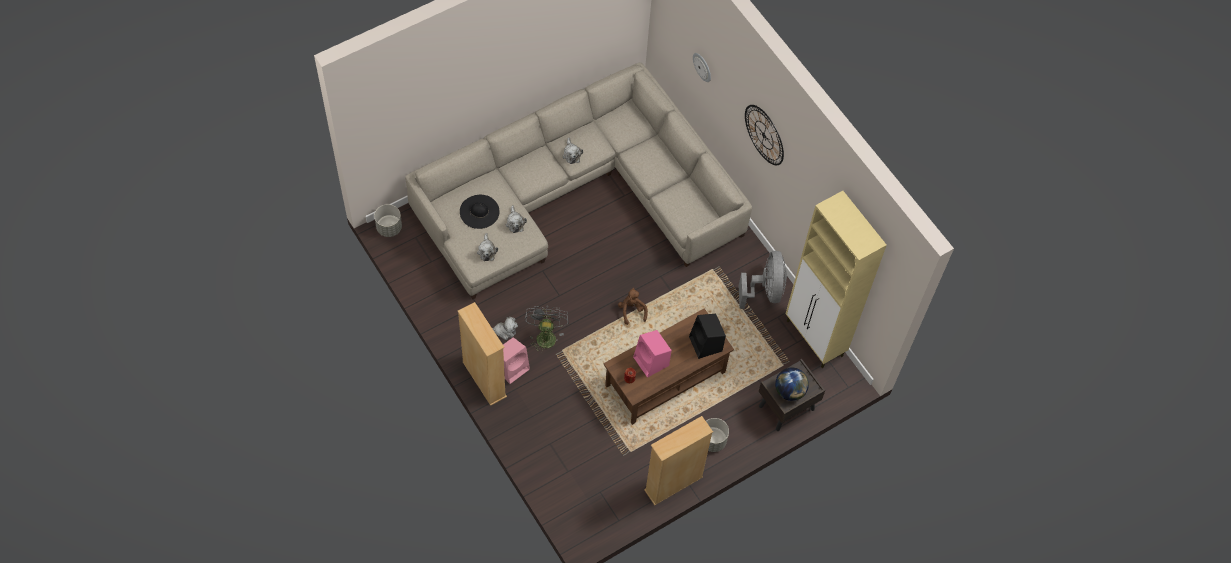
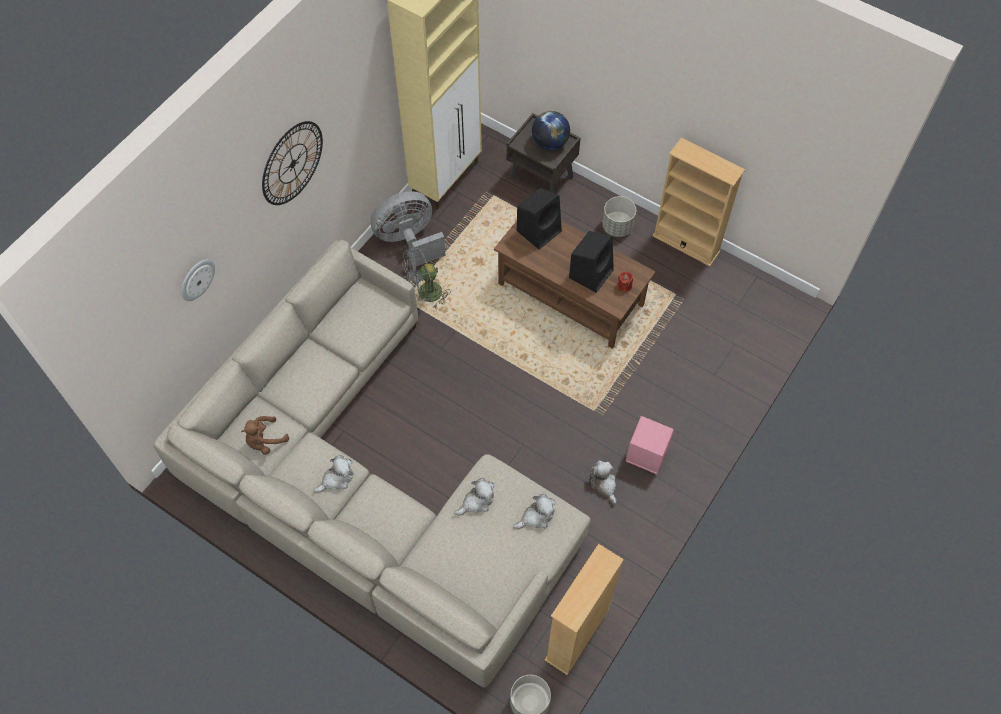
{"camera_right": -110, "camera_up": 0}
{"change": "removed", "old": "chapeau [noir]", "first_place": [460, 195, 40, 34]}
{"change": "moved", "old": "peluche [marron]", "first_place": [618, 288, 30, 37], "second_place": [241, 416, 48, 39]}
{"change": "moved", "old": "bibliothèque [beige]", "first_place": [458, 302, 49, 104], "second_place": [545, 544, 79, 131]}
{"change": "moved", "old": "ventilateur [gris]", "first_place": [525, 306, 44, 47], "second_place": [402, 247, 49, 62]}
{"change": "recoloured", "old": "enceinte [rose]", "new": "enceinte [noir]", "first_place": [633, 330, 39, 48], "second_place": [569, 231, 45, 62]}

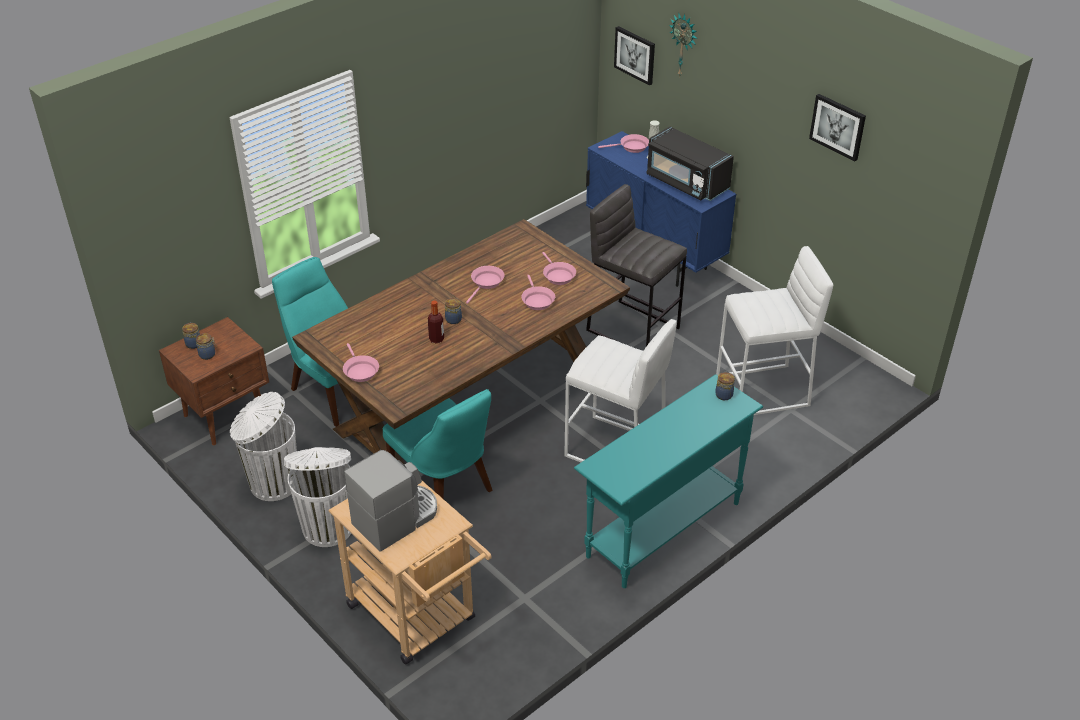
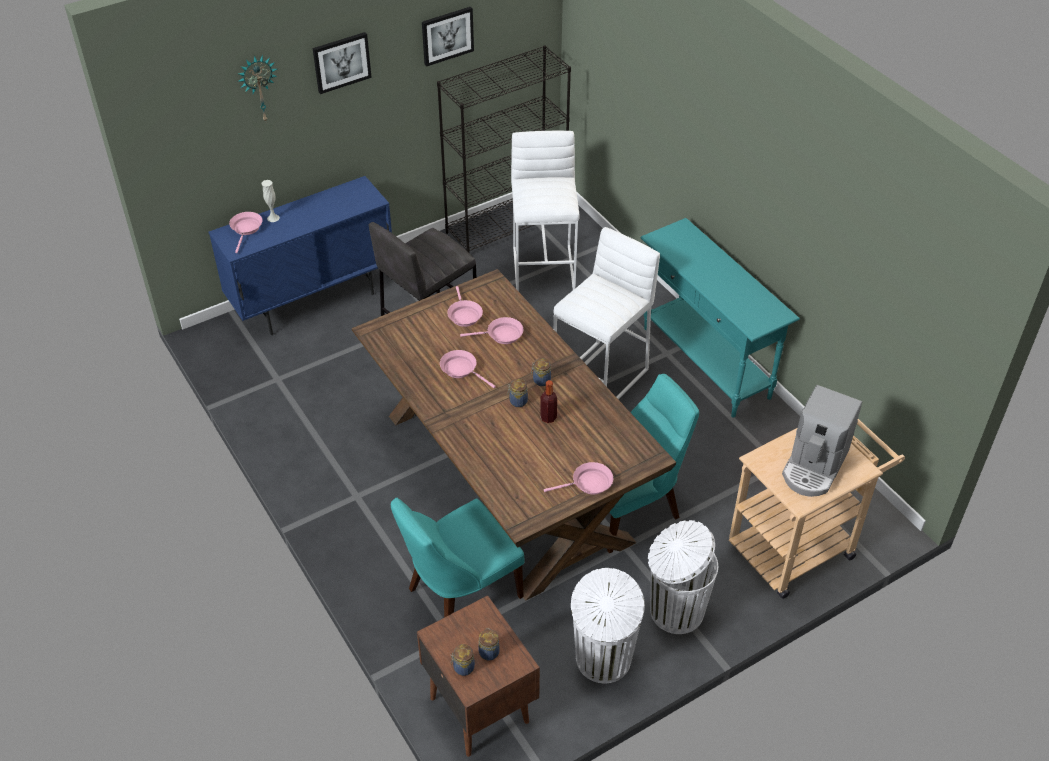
{"camera_right": -80, "camera_up": 5}
{"change": "moved", "old": "tableau", "first_place": [614, 26, 41, 59], "second_place": [313, 32, 59, 62]}
{"change": "removed", "old": "micro-ondes [noir]", "first_place": [646, 126, 88, 75]}
{"change": "turned", "old": "poêle [rose]", "first_place": [542, 252, 34, 33], "second_place": [447, 286, 36, 41], "degrees": 90}
{"change": "moved", "old": "bocal", "first_place": [715, 372, 20, 28], "second_place": [531, 358, 20, 28]}
{"change": "turned", "old": "machine à café", "first_place": [344, 450, 93, 102], "second_place": [782, 385, 80, 112], "degrees": -120}
{"change": "added", "new": "bibliothèque [noir]", "second_place": [437, 45, 134, 208]}

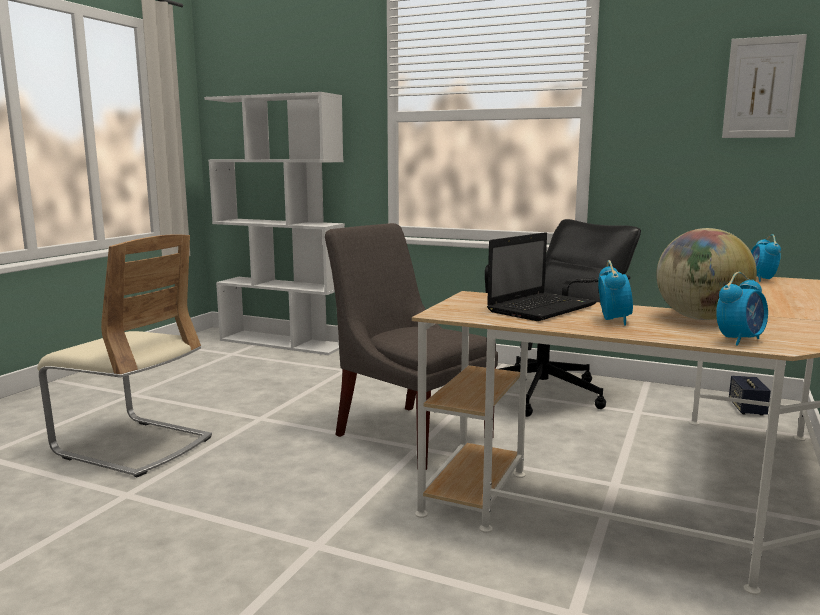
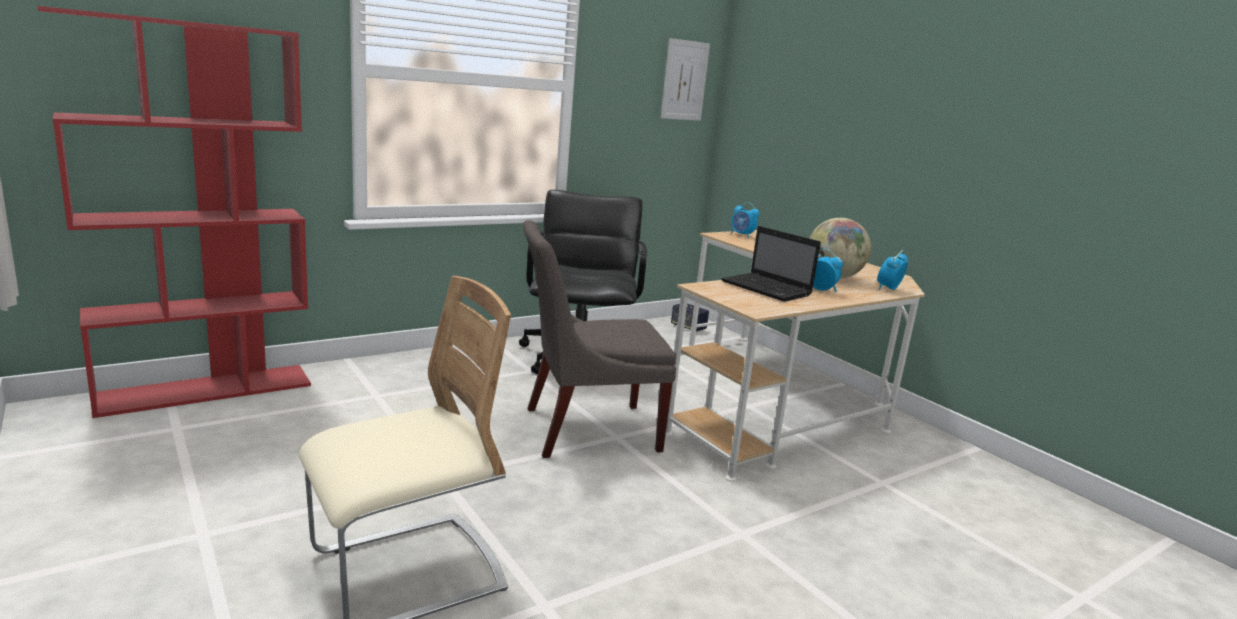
{"camera_right": -60, "camera_up": 5}
{"change": "recoloured", "old": "bibliothèque [blanc]", "new": "bibliothèque [rouge]", "first_place": [204, 92, 141, 263], "second_place": [37, 6, 274, 412]}
{"change": "turned", "old": "ordinateur portable", "first_place": [487, 232, 110, 89], "second_place": [721, 226, 100, 76], "degrees": 150}
{"change": "turned", "old": "réveil", "first_place": [716, 272, 52, 74], "second_place": [877, 250, 31, 40], "degrees": -135}

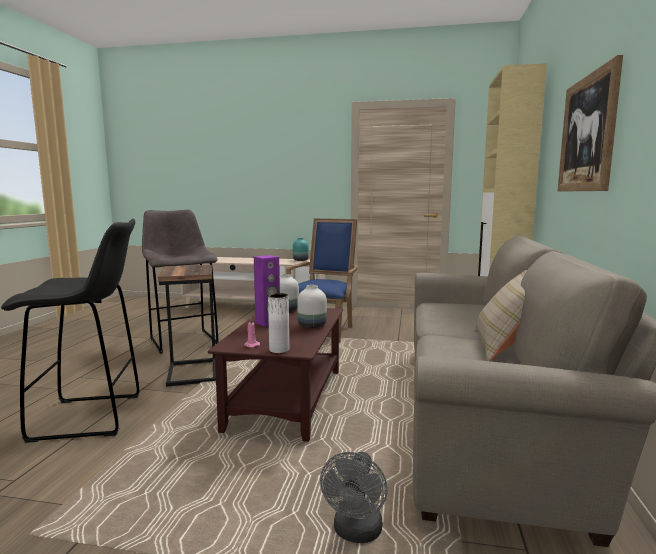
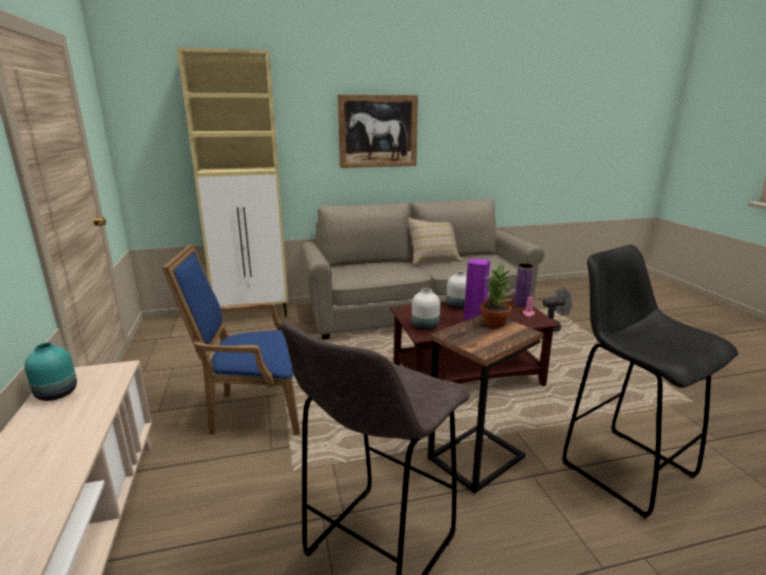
{"camera_right": -115, "camera_up": 10}
{"change": "recoloured", "old": "vase [blanc]", "new": "vase [violet]", "first_place": [268, 293, 21, 60], "second_place": [514, 263, 20, 44]}
{"change": "added", "new": "plante en pot", "second_place": [480, 264, 32, 64]}

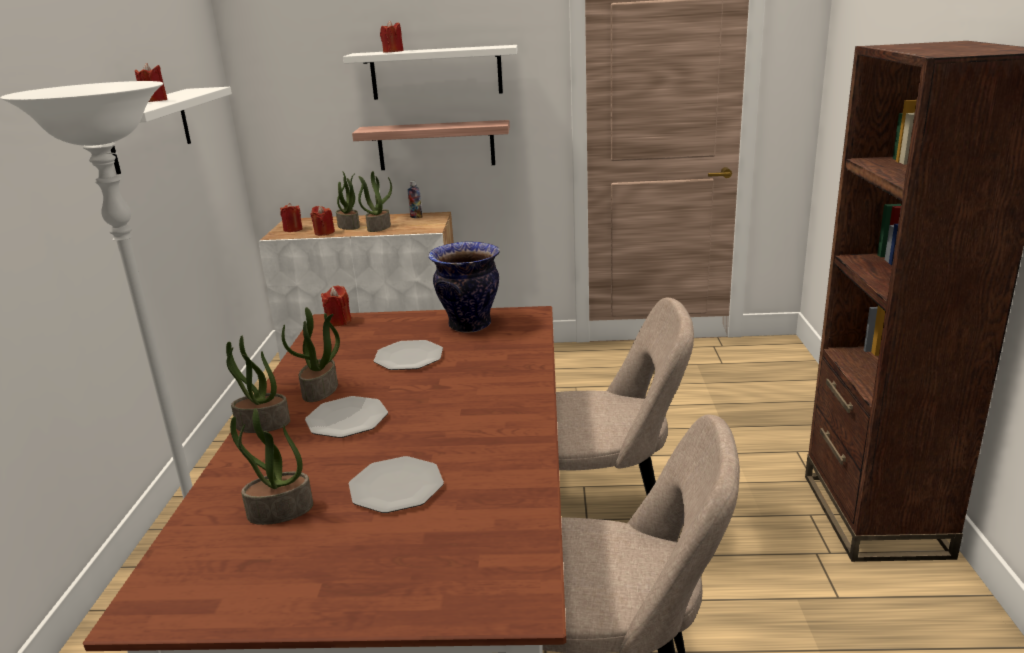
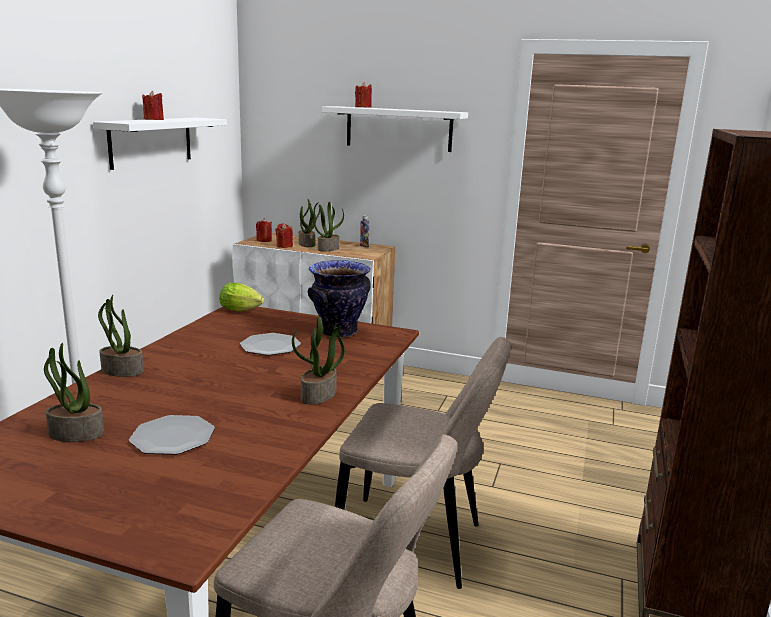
{"camera_right": 15, "camera_up": -5}
{"change": "removed", "old": "étagère", "first_place": [352, 120, 158, 50]}
{"change": "replaced", "old": "bougie [rouge]", "new": "laitue", "first_place": [321, 286, 31, 41], "second_place": [219, 283, 45, 29]}
{"change": "moved", "old": "plante en pot", "first_place": [282, 307, 58, 95], "second_place": [292, 316, 53, 88]}
{"change": "removed", "old": "assiette", "first_place": [305, 396, 83, 42]}

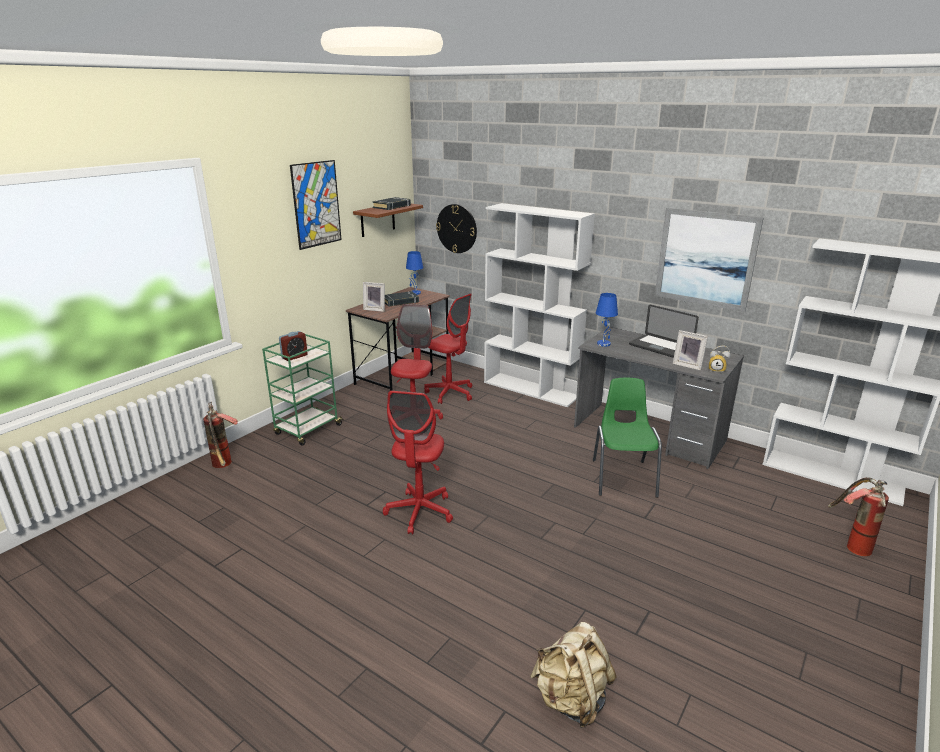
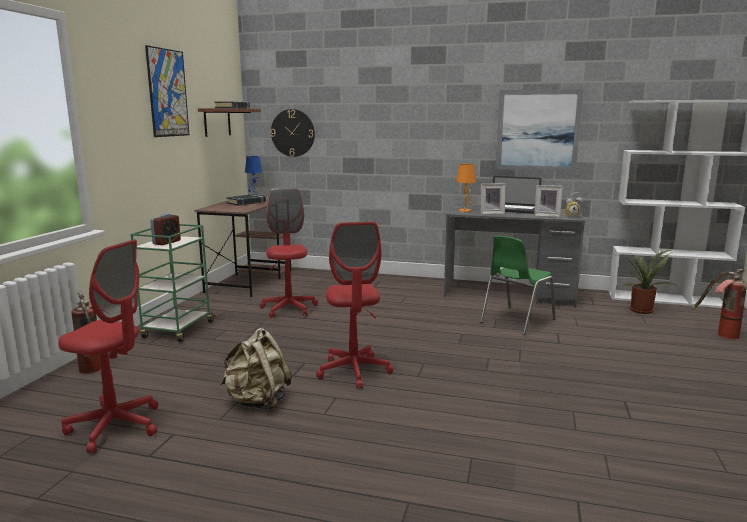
{"camera_right": -20, "camera_up": -10}
{"change": "removed", "old": "bibliothèque [blanc]", "first_place": [484, 203, 111, 204]}
{"change": "moved", "old": "cadre photo", "first_place": [363, 282, 22, 30], "second_place": [481, 183, 24, 31]}
{"change": "moved", "old": "chaise de bureau [rouge]", "first_place": [424, 293, 48, 111], "second_place": [58, 240, 100, 213]}
{"change": "recoloured", "old": "lampe de table [bleu]", "new": "lampe de table [orange]", "first_place": [596, 293, 22, 54], "second_place": [456, 164, 20, 49]}
{"change": "turned", "old": "chaise [vert]", "first_place": [593, 378, 69, 120], "second_place": [480, 236, 75, 99], "degrees": -120}
{"change": "moved", "old": "sac à dos [beige]", "first_place": [530, 622, 86, 106], "second_place": [220, 328, 72, 84]}
{"change": "added", "new": "plante en pot", "second_place": [617, 250, 60, 64]}

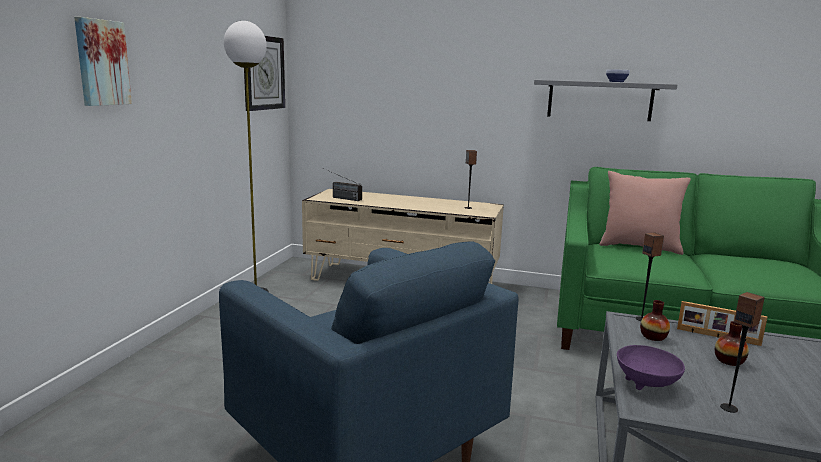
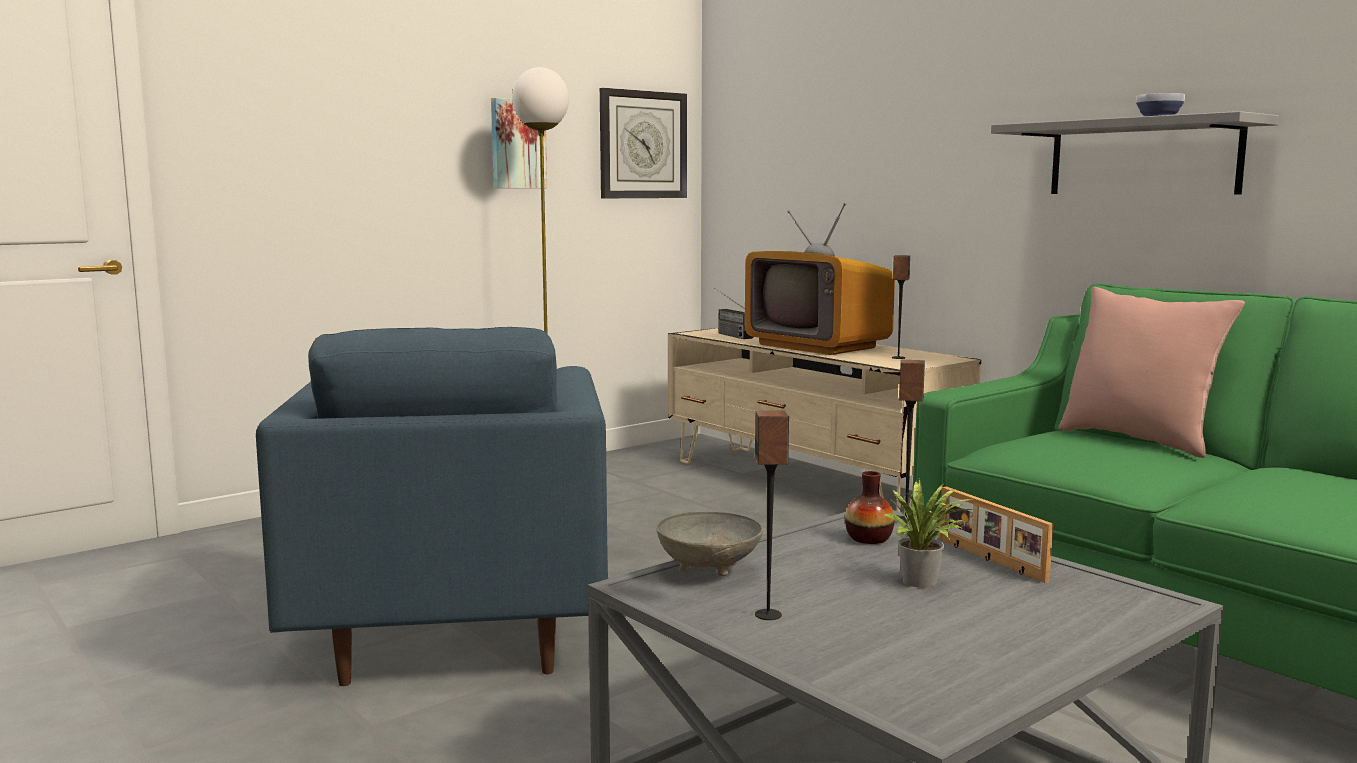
{"camera_right": 35, "camera_up": -5}
{"change": "moved", "old": "tableau", "first_place": [74, 17, 58, 89], "second_place": [491, 98, 56, 90]}
{"change": "replaced", "old": "vase", "new": "plante en pot", "first_place": [715, 321, 34, 45], "second_place": [884, 479, 91, 109]}
{"change": "recoloured", "old": "bol [violet]", "new": "bol [gris]", "first_place": [617, 345, 68, 45], "second_place": [656, 512, 107, 64]}
{"change": "added", "new": "téléviseur", "second_place": [745, 202, 150, 153]}

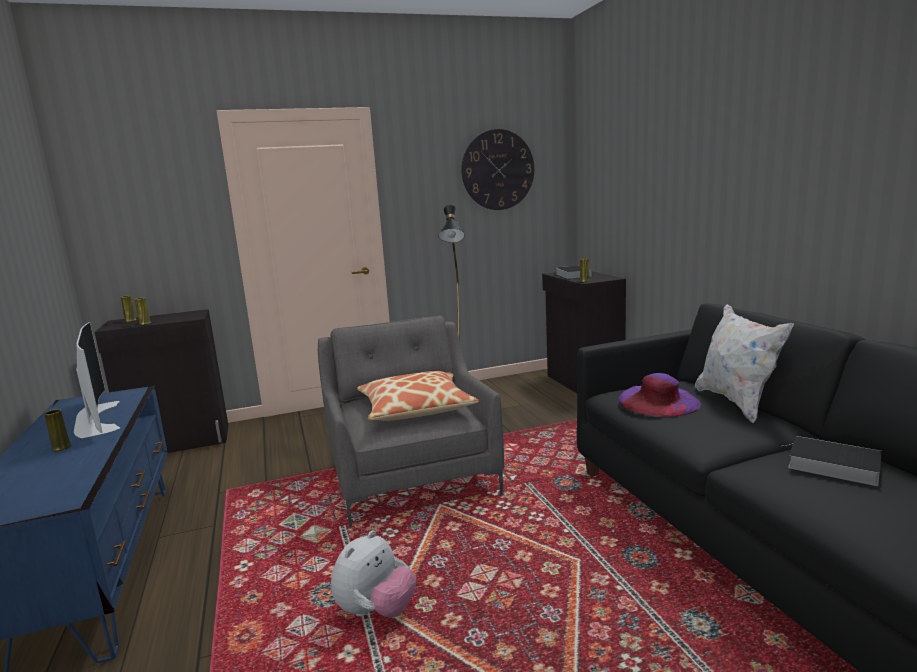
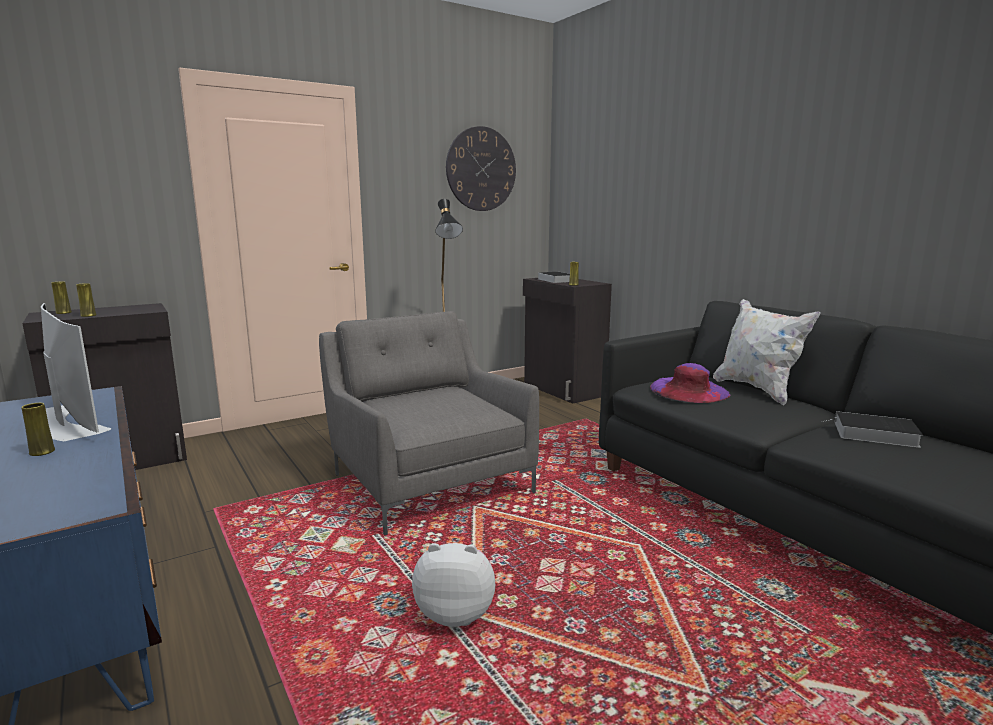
{"camera_right": -15, "camera_up": 0}
{"change": "removed", "old": "coussin", "first_place": [357, 371, 122, 50]}
{"change": "turned", "old": "peluche", "first_place": [331, 530, 85, 87], "second_place": [412, 543, 83, 84], "degrees": -105}

